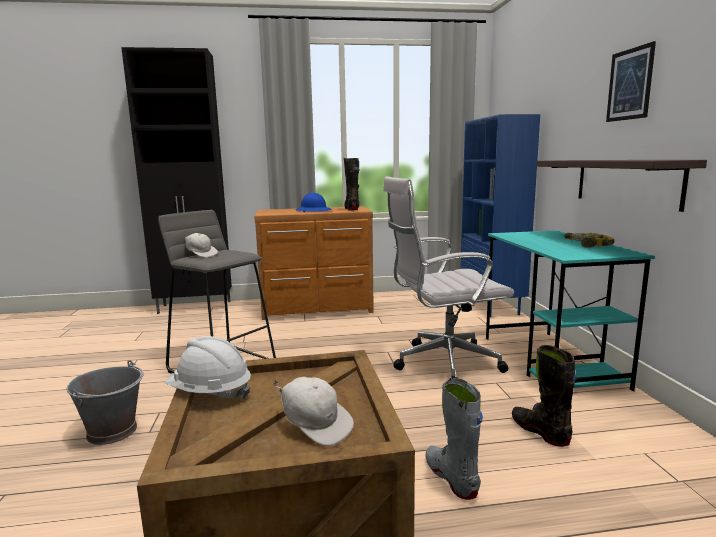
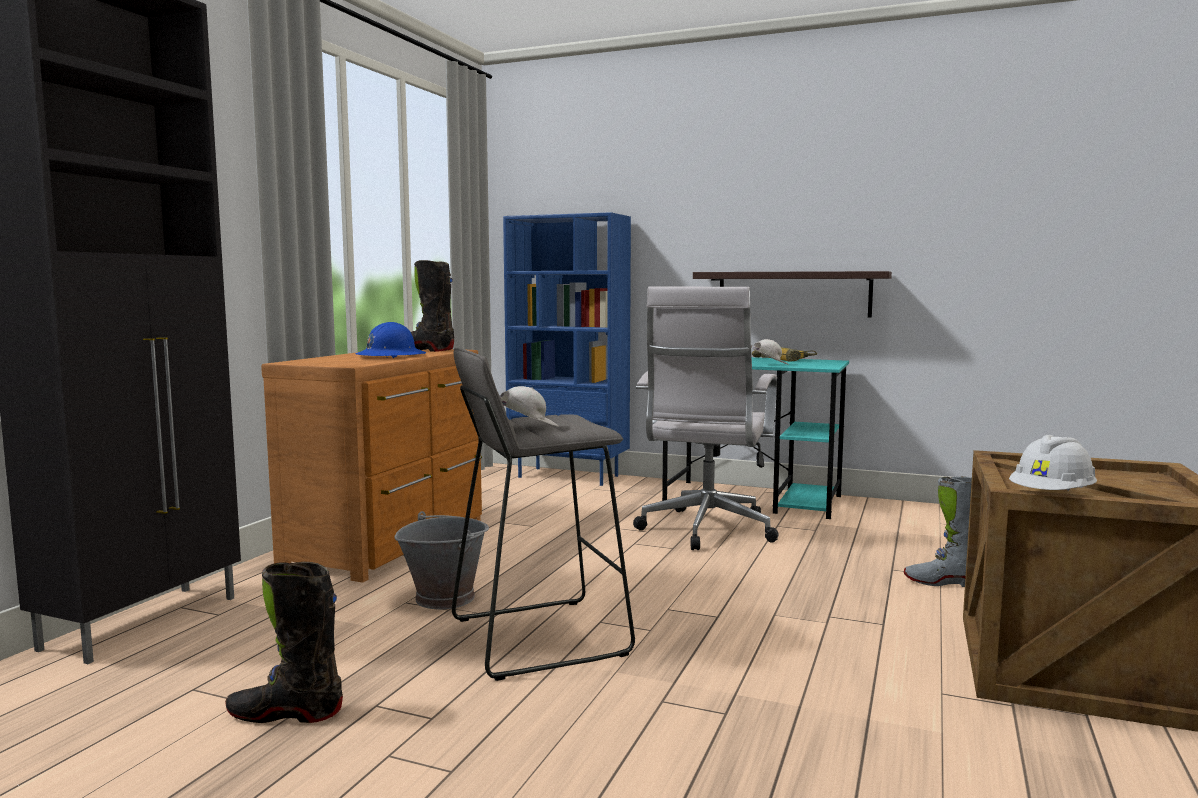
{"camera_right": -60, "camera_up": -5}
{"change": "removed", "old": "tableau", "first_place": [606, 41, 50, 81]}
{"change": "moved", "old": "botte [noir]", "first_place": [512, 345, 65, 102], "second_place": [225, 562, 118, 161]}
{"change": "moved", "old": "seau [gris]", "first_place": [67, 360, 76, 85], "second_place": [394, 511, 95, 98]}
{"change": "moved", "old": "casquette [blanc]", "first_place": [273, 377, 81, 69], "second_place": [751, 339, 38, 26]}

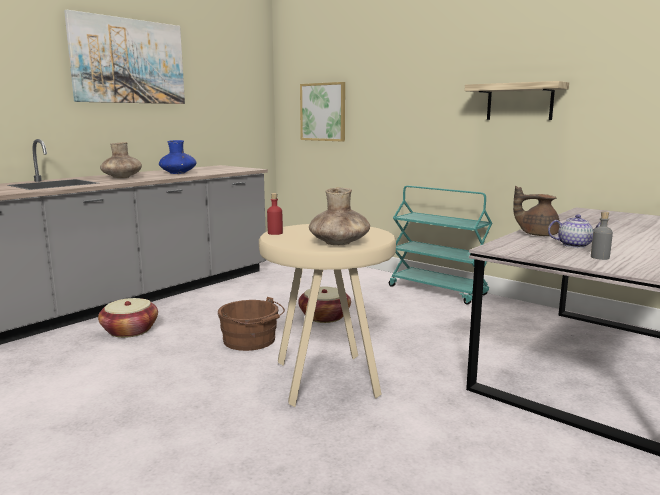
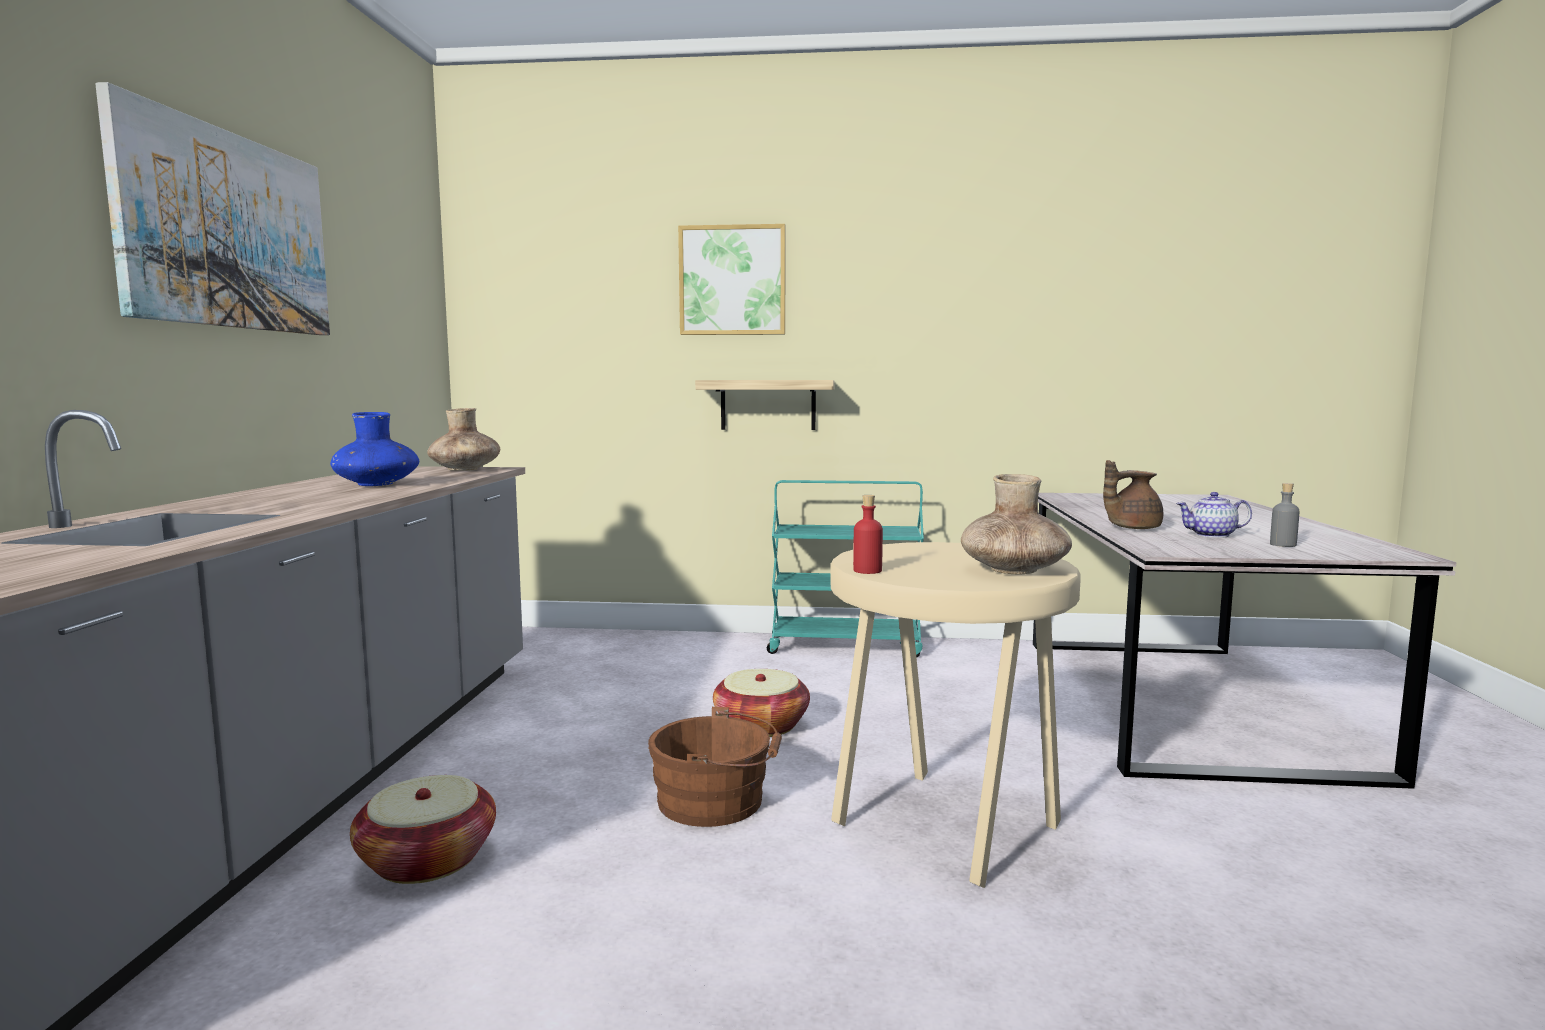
{"camera_right": -35, "camera_up": -5}
{"change": "moved", "old": "étagère", "first_place": [464, 81, 105, 39], "second_place": [695, 380, 140, 50]}
{"change": "moved", "old": "tableau", "first_place": [300, 82, 45, 60], "second_place": [678, 224, 108, 111]}
{"change": "moved", "old": "vase [marron]", "first_place": [100, 142, 42, 36], "second_place": [427, 408, 73, 63]}
{"change": "turned", "old": "théière", "first_place": [548, 214, 52, 34], "second_place": [1176, 492, 76, 46], "degrees": -150}

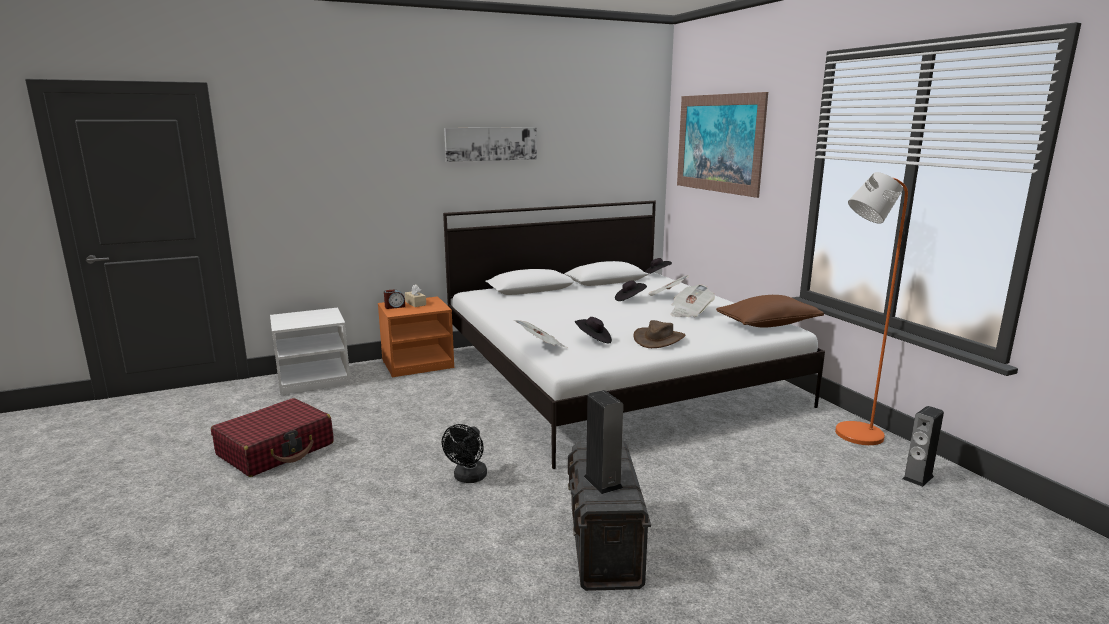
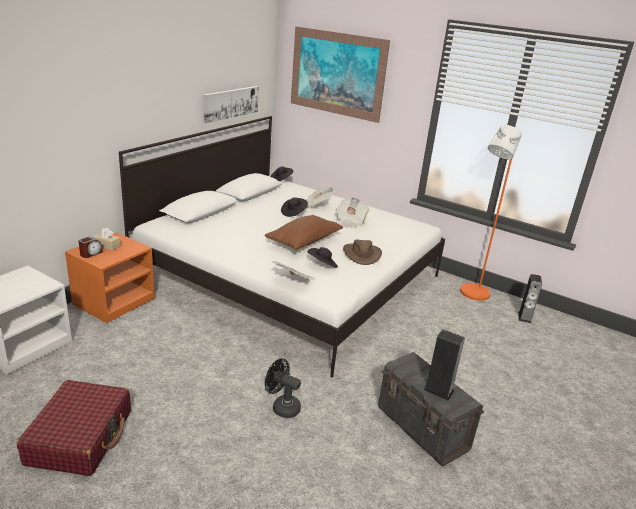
{"camera_right": -35, "camera_up": 10}
{"change": "moved", "old": "tableau", "first_place": [444, 127, 93, 35], "second_place": [203, 86, 56, 37]}
{"change": "moved", "old": "coussin [marron]", "first_place": [716, 295, 108, 33], "second_place": [265, 215, 78, 35]}
{"change": "turned", "old": "ventilateur [noir]", "first_place": [442, 424, 45, 59], "second_place": [265, 358, 36, 60], "degrees": 135}

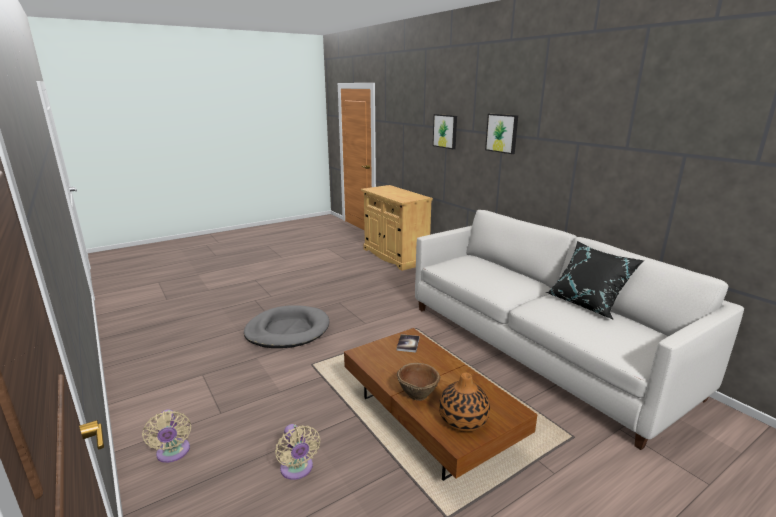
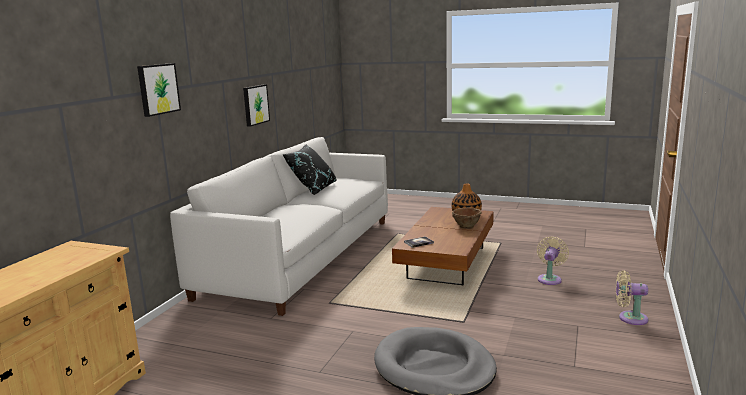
{"camera_right": -125, "camera_up": -5}
{"change": "moved", "old": "tableau", "first_place": [433, 114, 24, 35], "second_place": [243, 84, 27, 43]}
{"change": "turned", "old": "ventilateur [beige]", "first_place": [142, 409, 49, 54], "second_place": [616, 271, 32, 54], "degrees": -105}

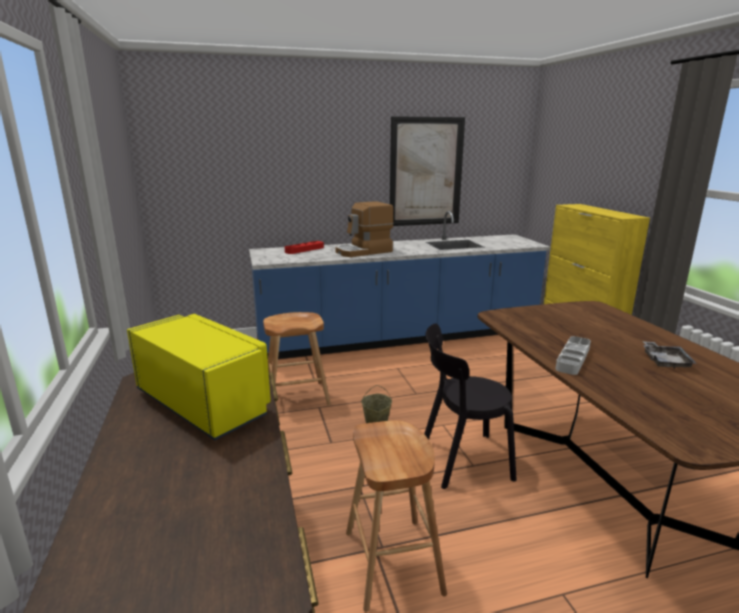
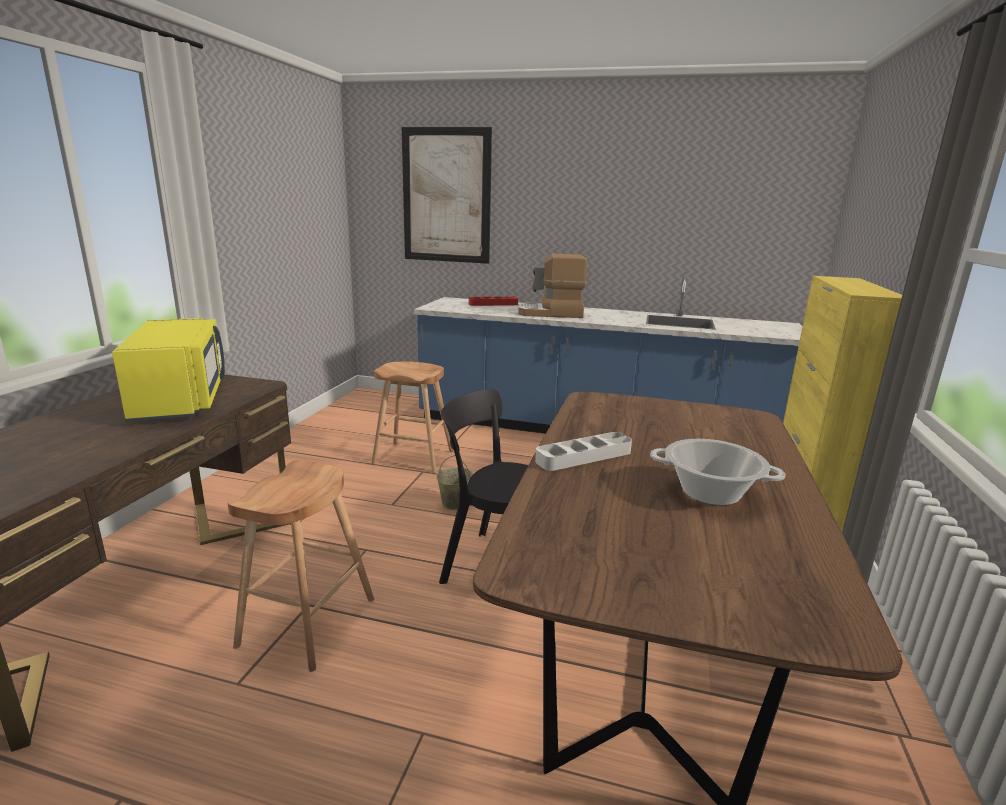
{"camera_right": 30, "camera_up": 0}
{"change": "moved", "old": "tableau", "first_place": [390, 116, 75, 110], "second_place": [401, 127, 91, 137]}
{"change": "replaced", "old": "plateau [gris]", "new": "marmite", "first_place": [643, 341, 54, 28], "second_place": [650, 439, 136, 66]}

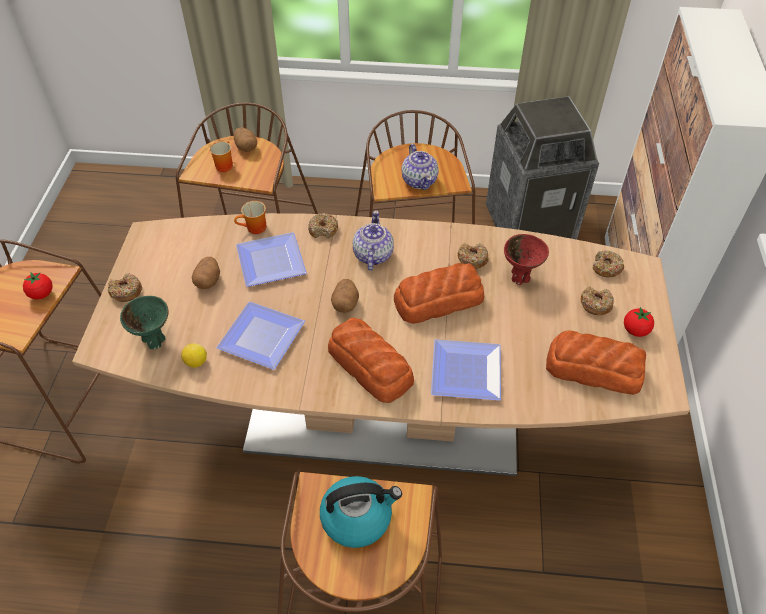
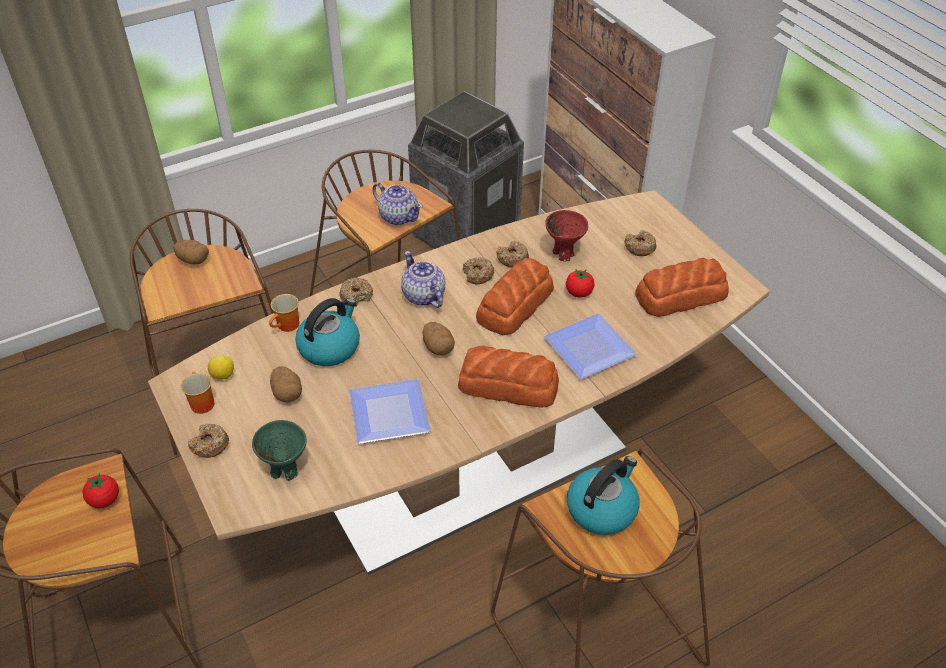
{"camera_right": -35, "camera_up": -5}
{"change": "moved", "old": "mug", "first_place": [209, 141, 24, 31], "second_place": [181, 371, 34, 43]}
{"change": "replaced", "old": "assiette", "new": "bouilloire", "first_place": [236, 232, 71, 55], "second_place": [295, 298, 65, 68]}
{"change": "moved", "old": "beignet", "first_place": [592, 250, 32, 27], "second_place": [463, 257, 32, 27]}
{"change": "moved", "old": "tomate", "first_place": [624, 307, 30, 30], "second_place": [566, 269, 28, 29]}
{"change": "moved", "old": "citron", "first_place": [181, 343, 26, 25], "second_place": [208, 355, 26, 24]}

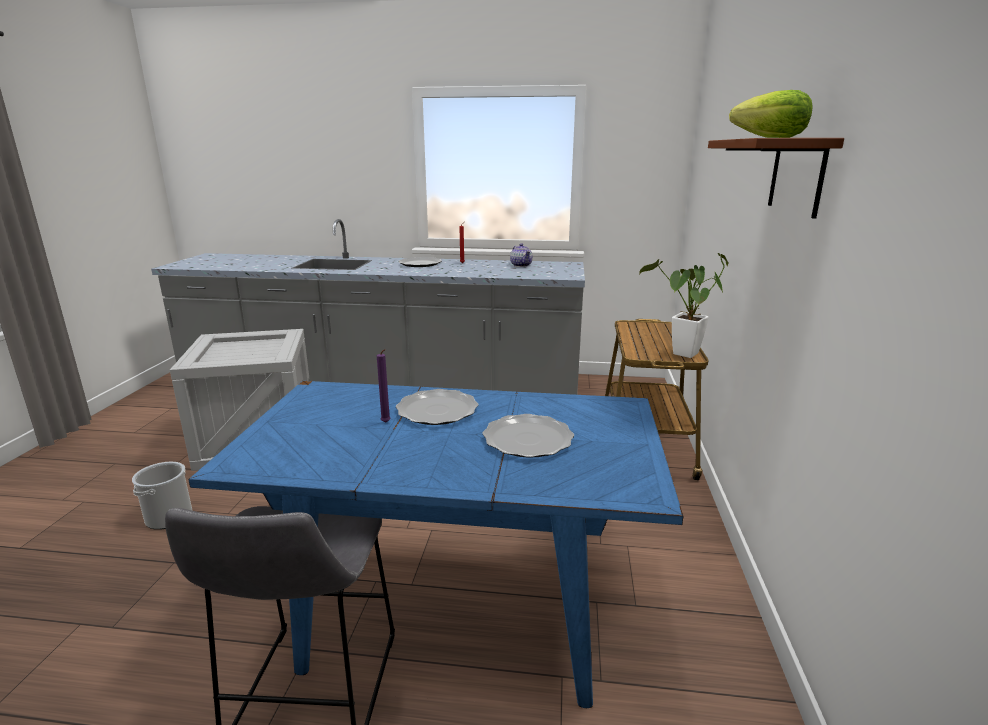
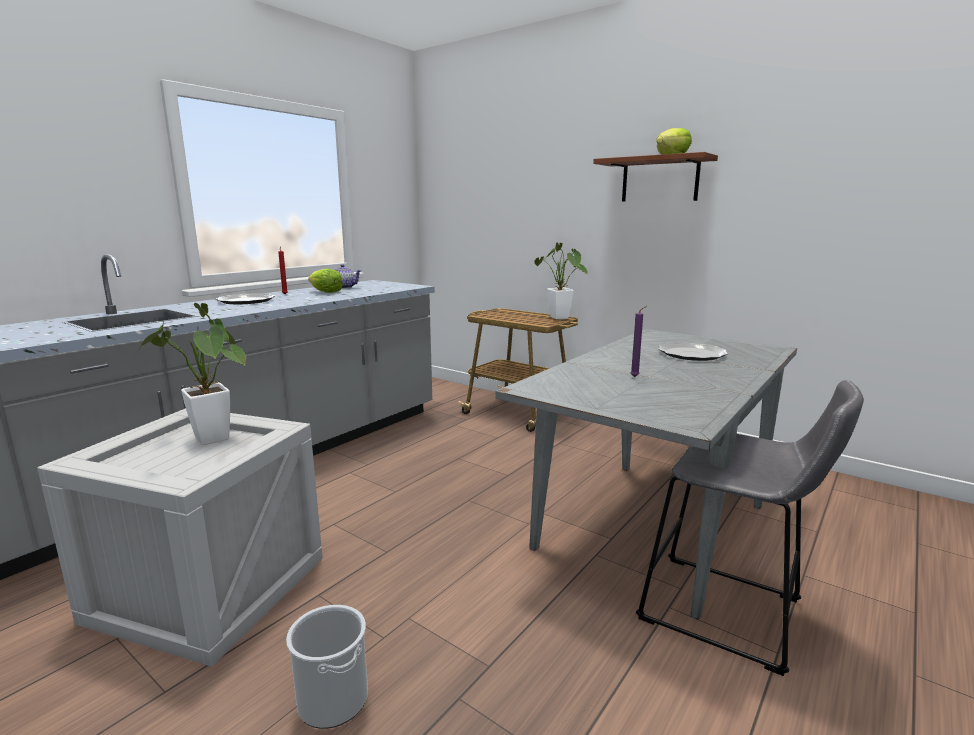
{"camera_right": -60, "camera_up": -5}
{"change": "recoloured", "old": "table à manger [bleu]", "new": "table à manger [gris]", "first_place": [188, 381, 496, 327], "second_place": [495, 329, 302, 290]}
{"change": "removed", "old": "assiette", "first_place": [396, 389, 82, 36]}
{"change": "added", "new": "laitue", "second_place": [308, 269, 35, 24]}
{"change": "added", "new": "plante en pot", "second_place": [138, 303, 108, 142]}

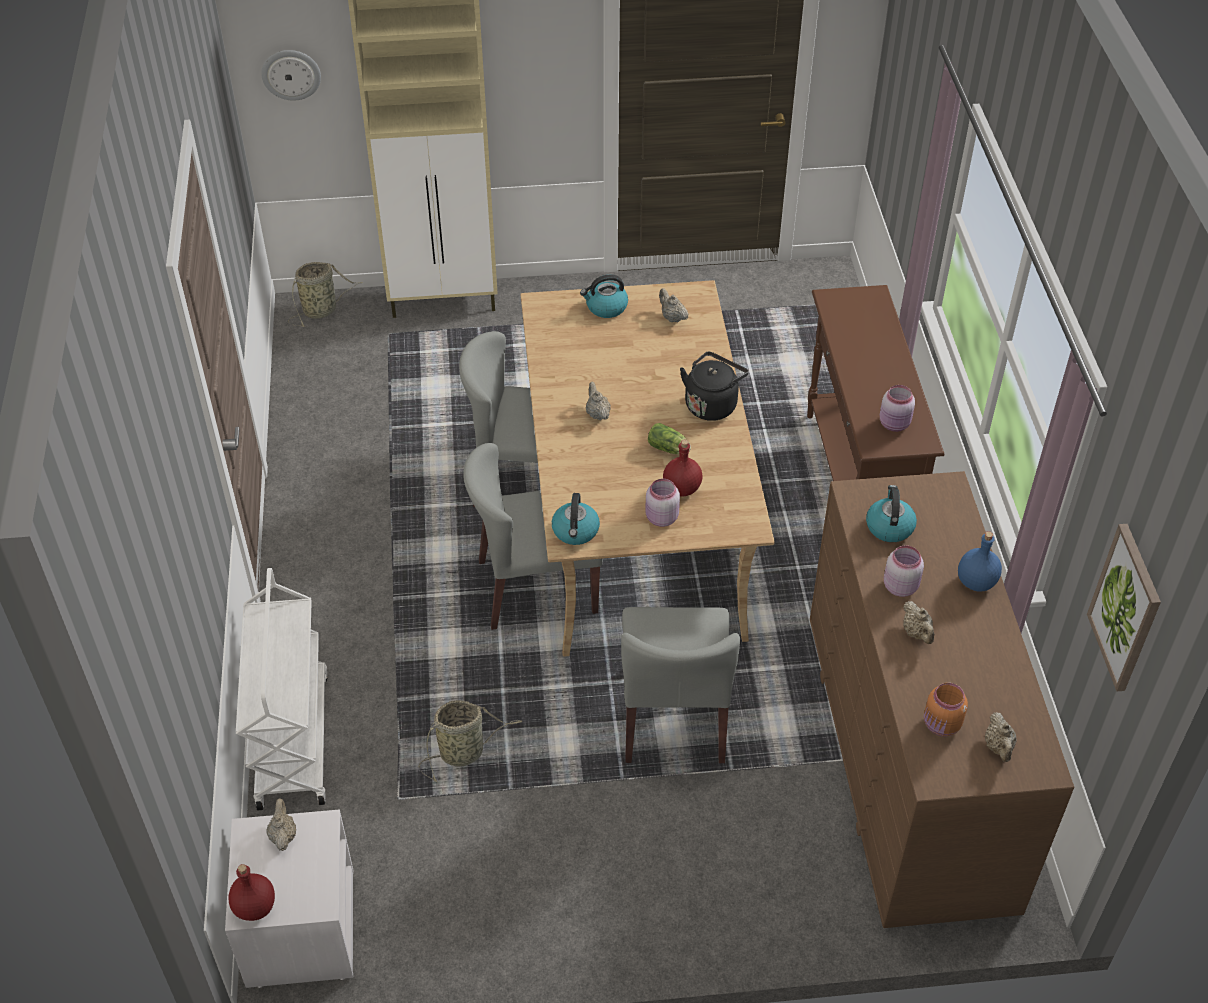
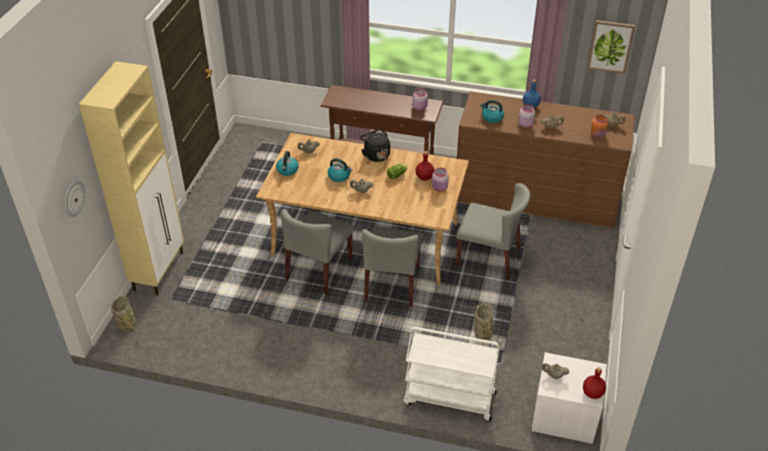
{"camera_right": -70, "camera_up": -5}
{"change": "moved", "old": "bouilloire", "first_place": [552, 493, 48, 52], "second_place": [328, 158, 24, 24]}

